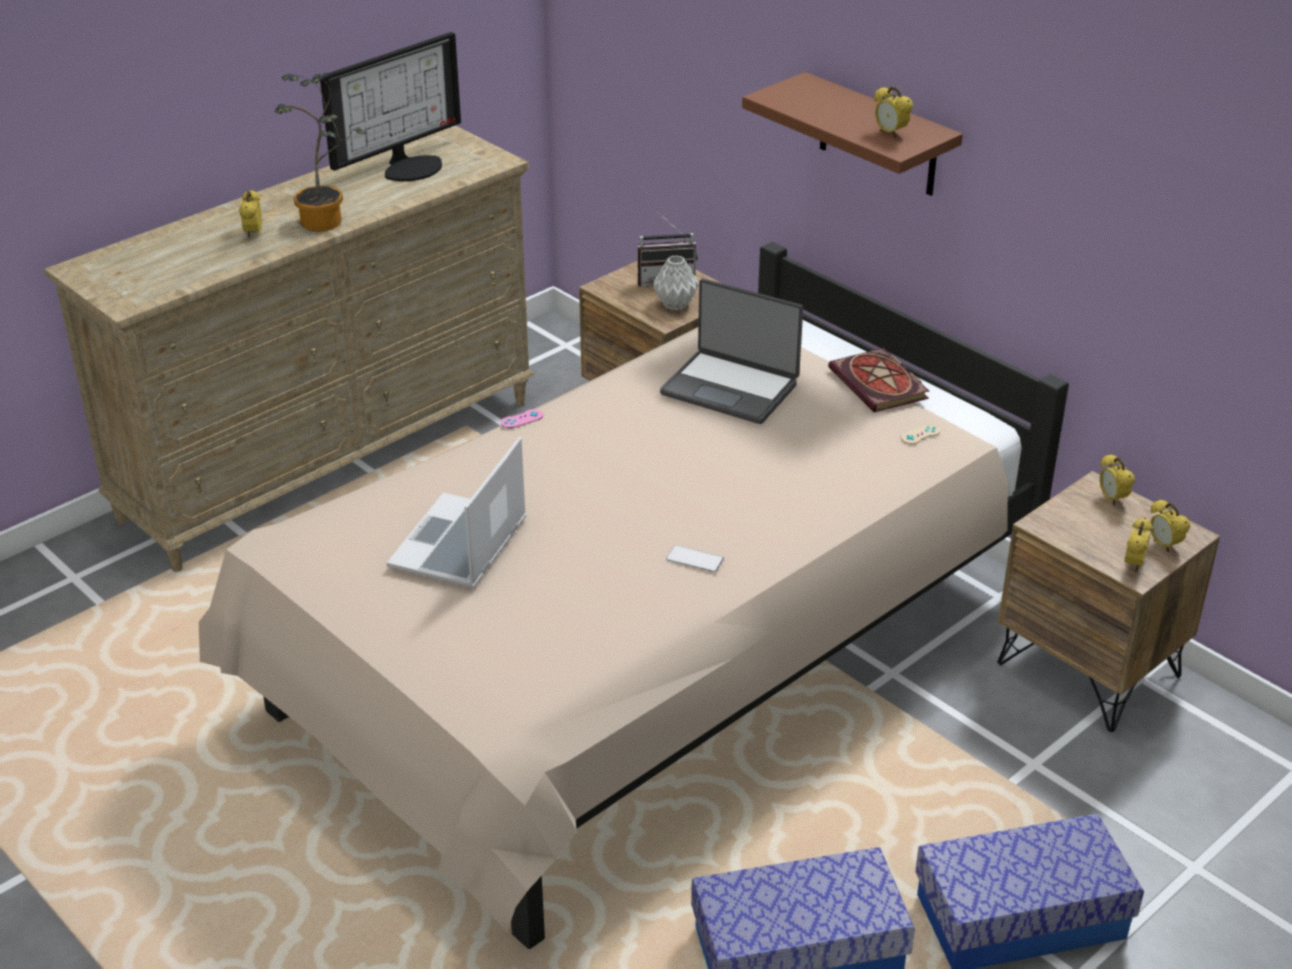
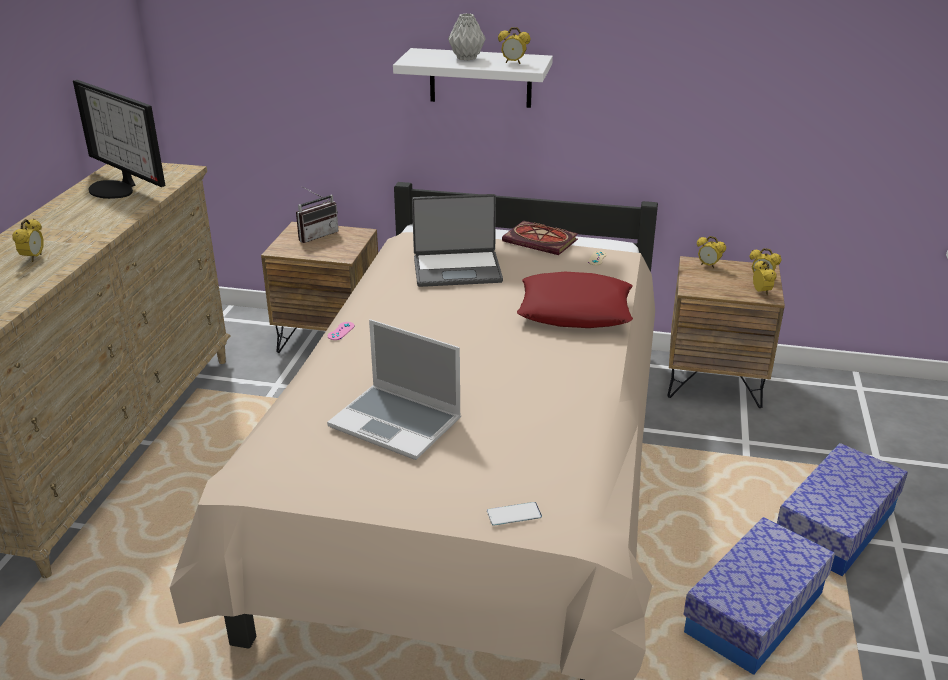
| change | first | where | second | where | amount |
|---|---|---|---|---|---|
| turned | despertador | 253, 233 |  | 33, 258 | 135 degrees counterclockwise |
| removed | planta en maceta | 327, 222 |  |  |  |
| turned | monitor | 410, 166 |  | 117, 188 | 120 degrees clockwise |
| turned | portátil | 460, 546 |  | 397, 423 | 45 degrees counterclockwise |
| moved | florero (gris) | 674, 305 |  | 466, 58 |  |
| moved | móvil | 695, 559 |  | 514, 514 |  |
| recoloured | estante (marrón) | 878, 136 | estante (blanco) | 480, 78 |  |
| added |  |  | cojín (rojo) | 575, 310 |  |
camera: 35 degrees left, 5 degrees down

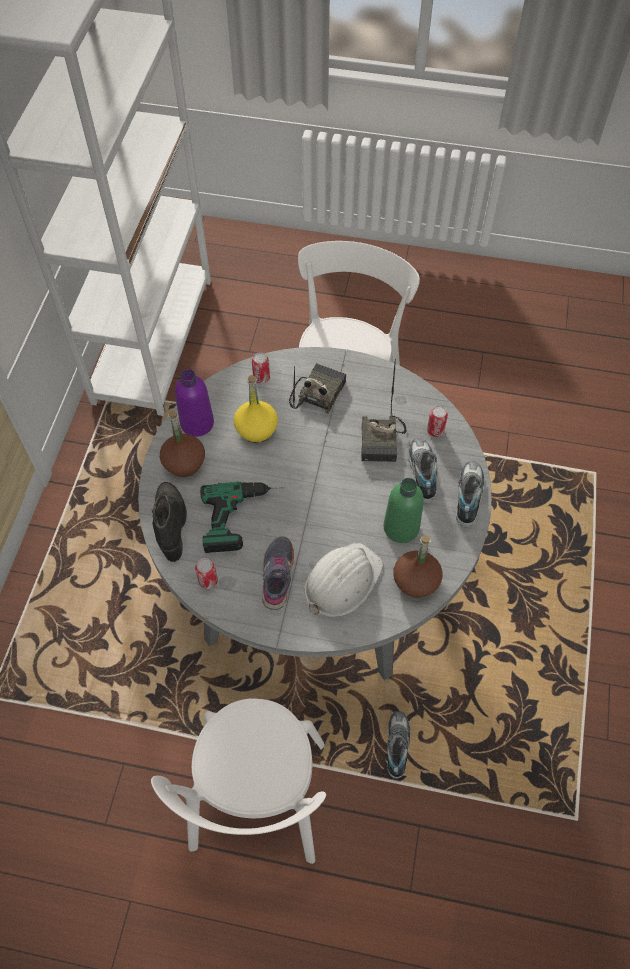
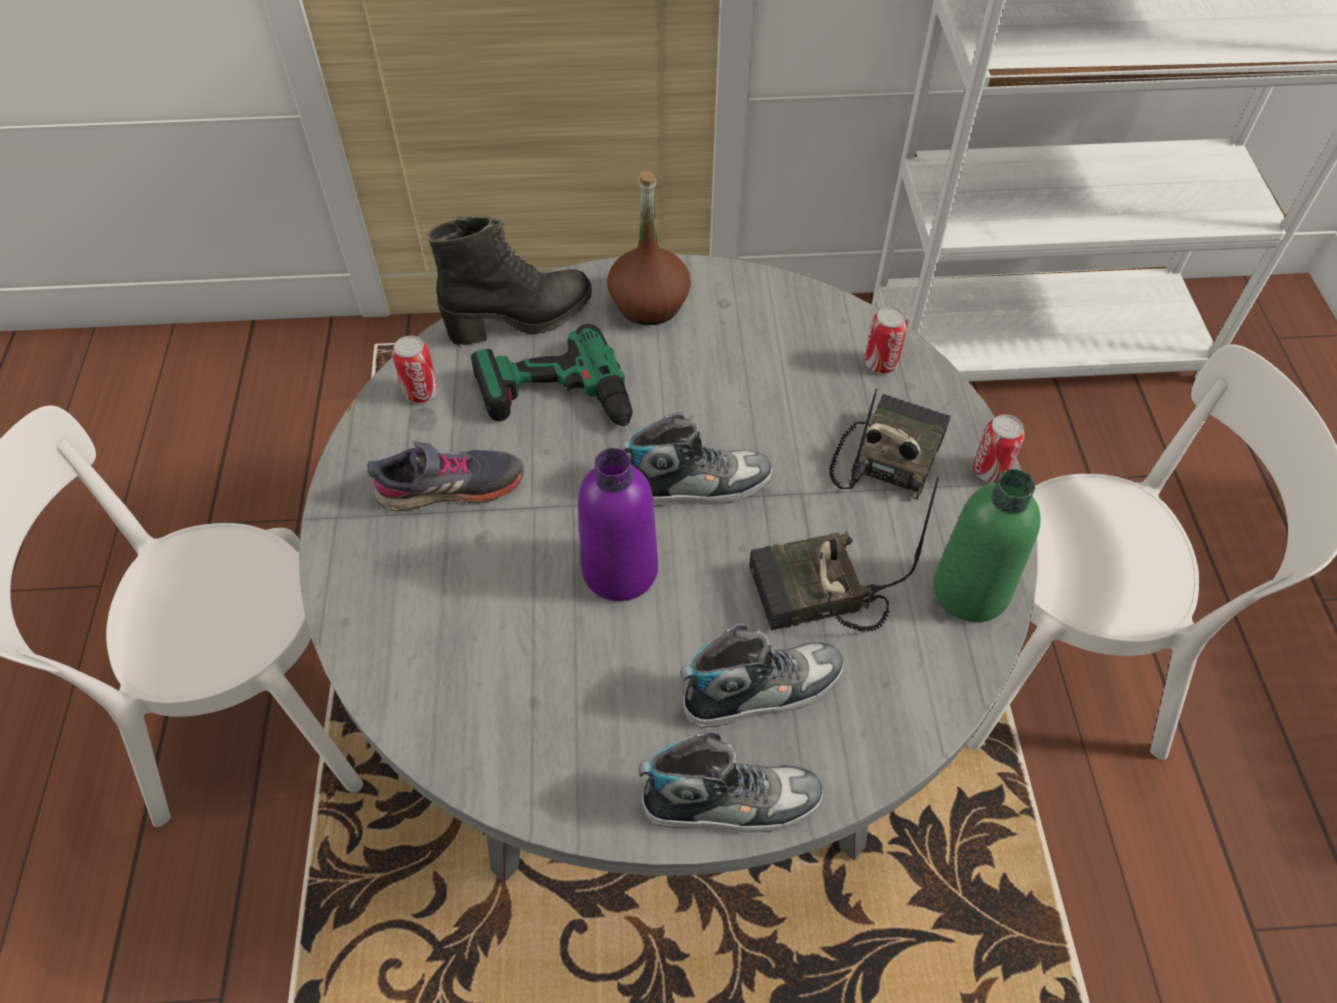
| change | first | where | second | where | amount |
|---|---|---|---|---|---|
| moved | botella (morado) | 197, 423 |  | 620, 570 |  |
| removed | botella (amarillo) | 256, 429 |  |  |  |
| turned | radio | 317, 393 |  | 887, 456 | 75 degrees counterclockwise |
| removed | casco (blanco) | 341, 581 |  |  |  |
| moved | botella (verde) | 401, 527 |  | 970, 590 |  |
| moved | zapato | 397, 745 |  | 697, 484 |  |
| removed | botella (marrón) | 416, 580 |  |  |  |
| moved | lata | 435, 430 |  | 990, 471 |  |
camera: 75 degrees right, 5 degrees down

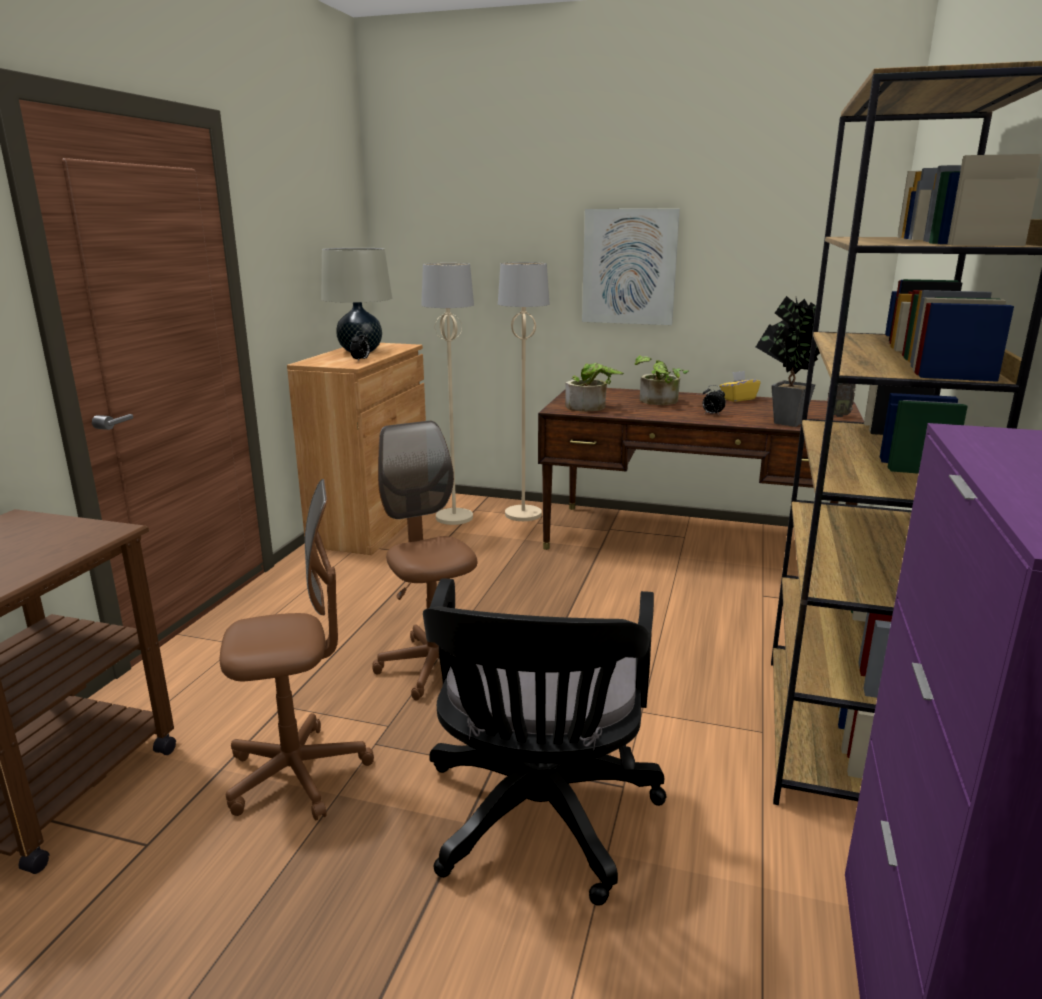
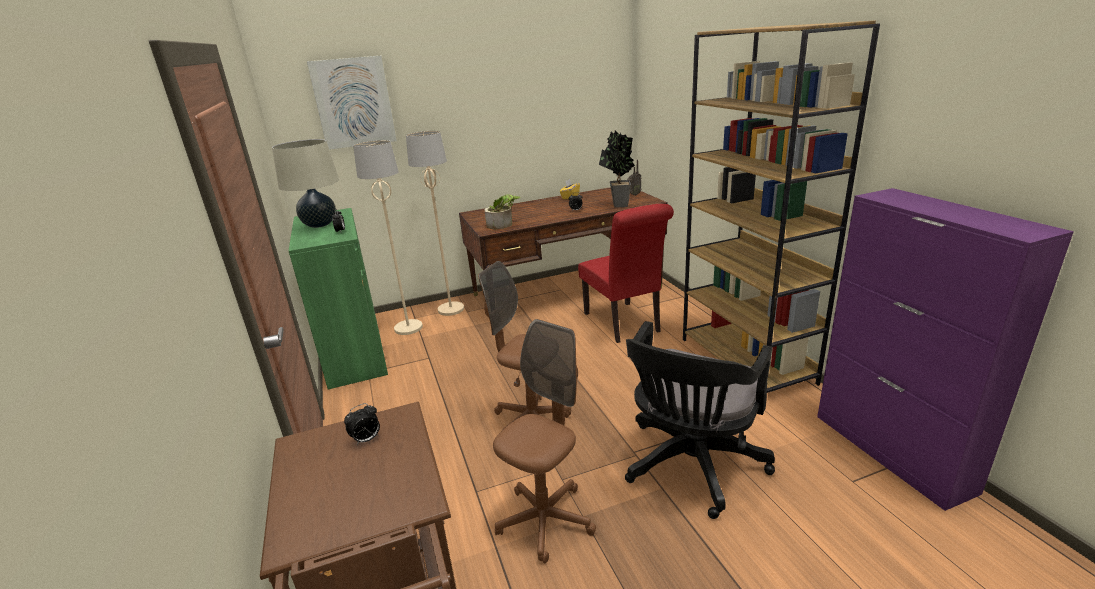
| change | first | where | second | where | amount |
|---|---|---|---|---|---|
| recoloured | armario (marrón) | 371, 524 | armario (verde) | 355, 354 |  |
| turned | silla de oficina (negro) | 538, 822 |  | 691, 467 | 60 degrees clockwise |
| moved | cuadro | 629, 267 |  | 353, 102 |  |
| removed | planta en maceta | 658, 402 |  |  |  |
| added |  |  | despertador | 366, 440 |  |
| added |  |  | silla (rojo) | 624, 324 |  |
camera: 35 degrees left, 5 degrees up

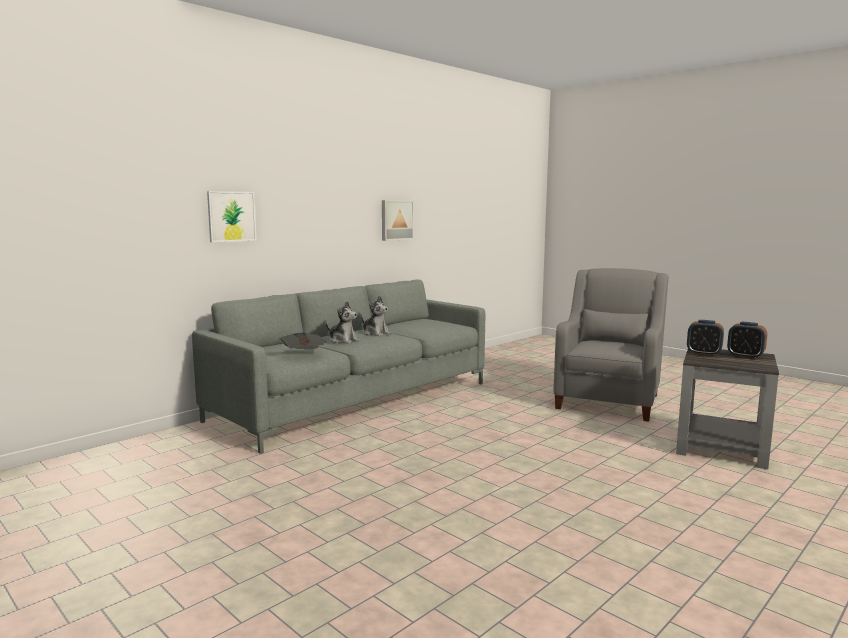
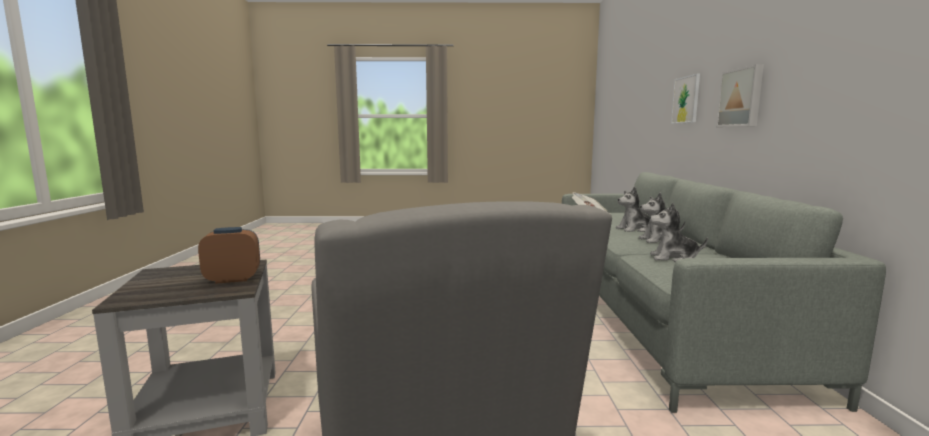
| change | first | where | second | where | amount |
|---|---|---|---|---|---|
| moved | cuadro | 396, 220 |  | 741, 97 |  |
| removed | despertador | 745, 356 |  |  |  |
| added |  |  | peluche | 673, 258 |  |
camera: 135 degrees right, 0 degrees up

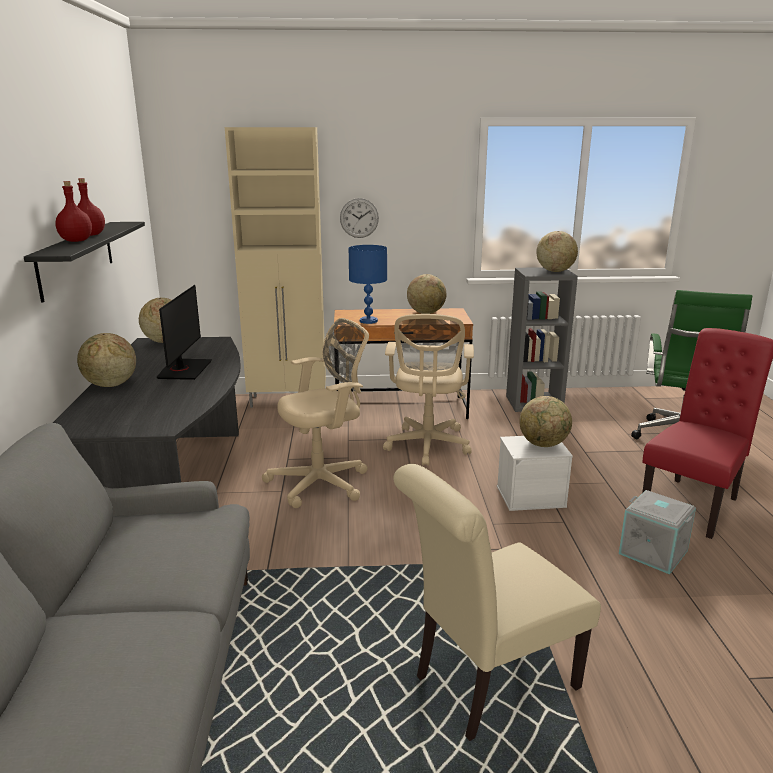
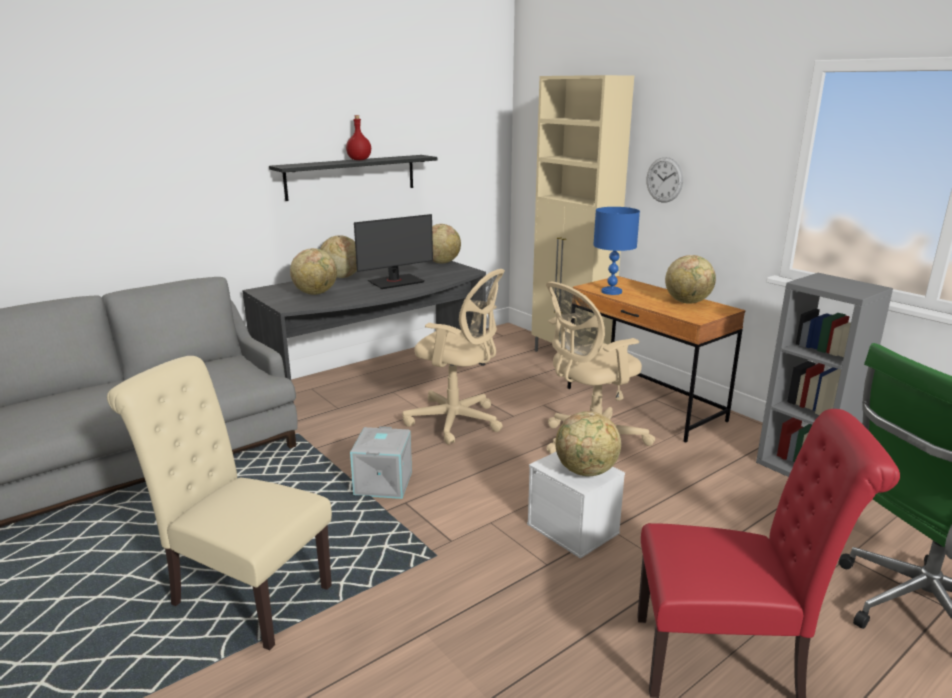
| change | first | where | second | where | amount |
|---|---|---|---|---|---|
| removed | botella (rojo) | 77, 241 |  |  |  |
| moved | globo terráqueo | 555, 271 |  | 315, 293 |  |
| moved | caja de almacenaje (gris) | 654, 552 |  | 384, 484 |  |
camera: 55 degrees right, 0 degrees up

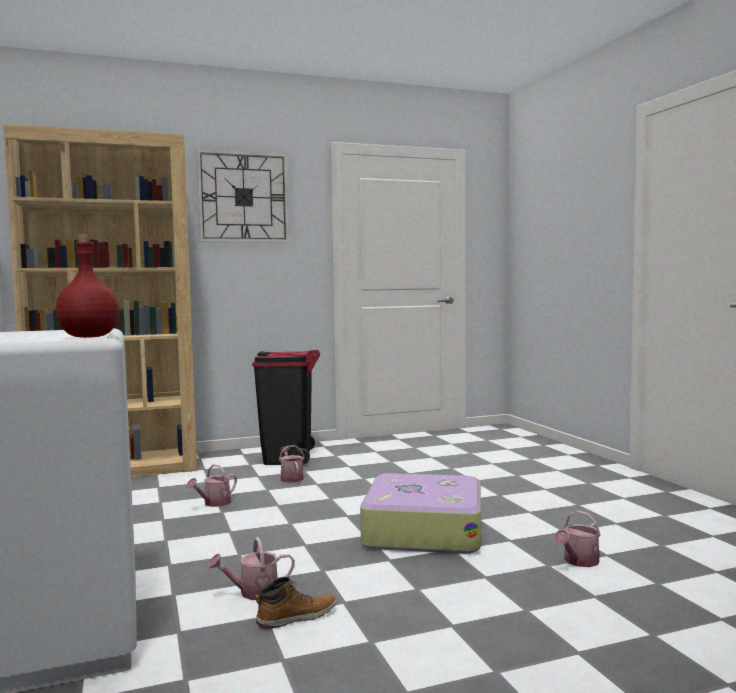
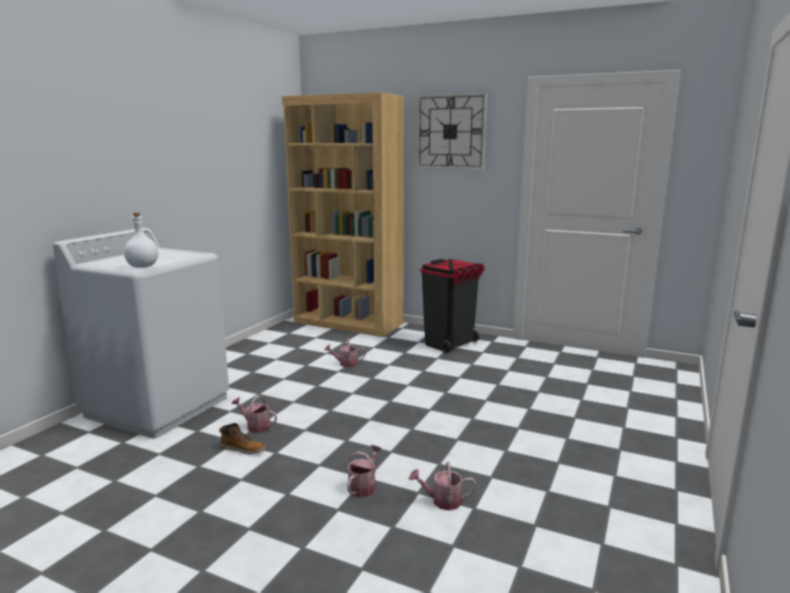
| change | first | where | second | where | amount |
|---|---|---|---|---|---|
| recoloured | botella (rojo) | 89, 337 | botella (blanco) | 142, 267 |  |
| moved | regadera | 291, 478 |  | 363, 486 |  |
| removed | maleta | 422, 530 |  |  |  |
camera: 45 degrees right, 10 degrees up

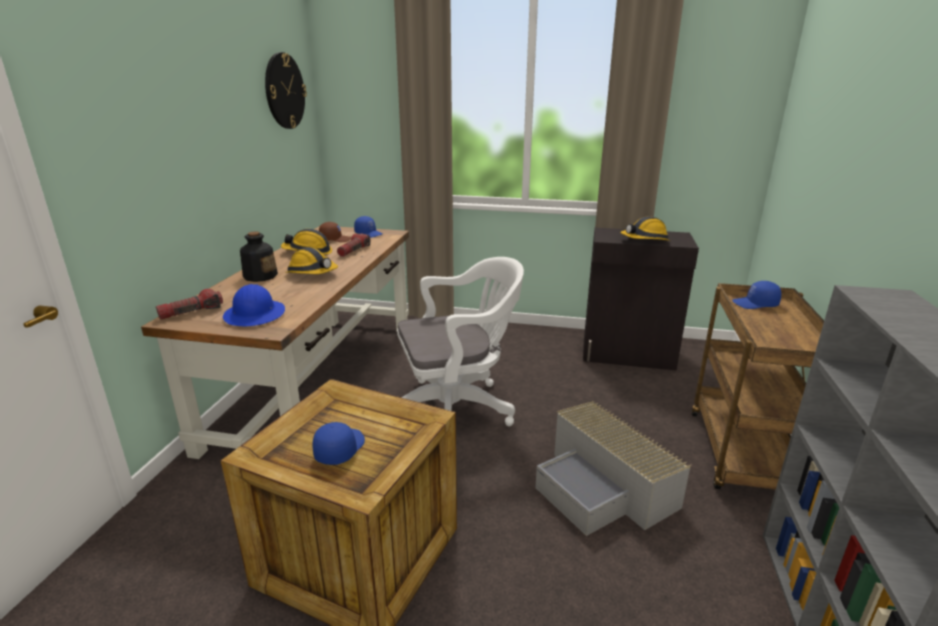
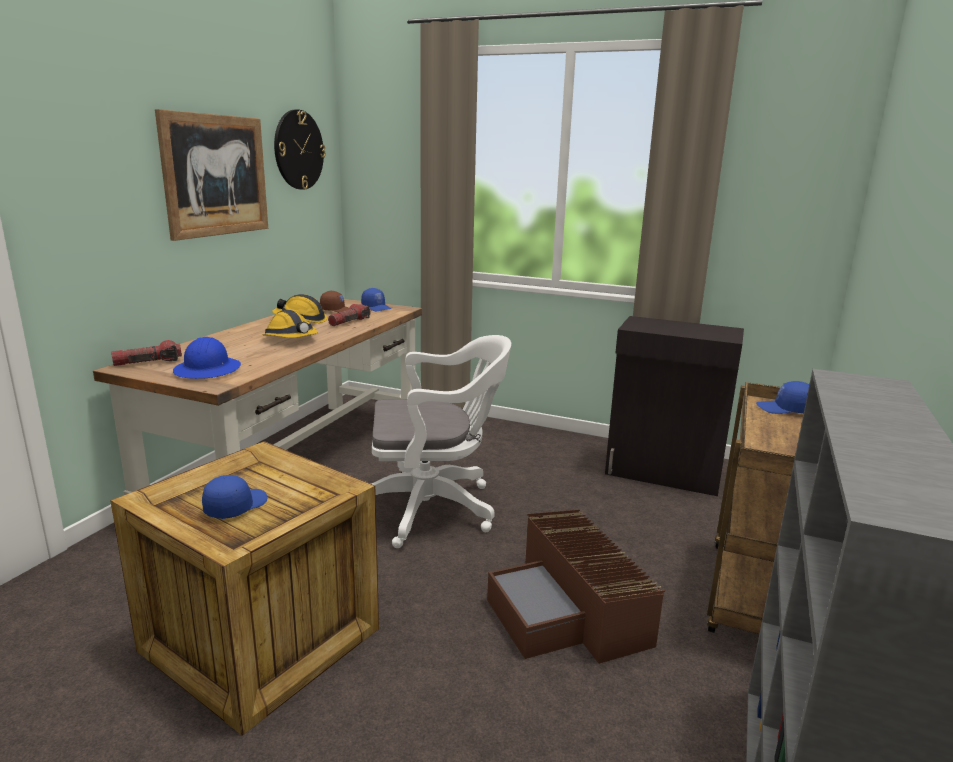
| change | first | where | second | where | amount |
|---|---|---|---|---|---|
| removed | botella | 260, 276 |  |  |  |
| recoloured | caja de almacenaje (gris) | 604, 487 | caja de almacenaje (marrón) | 569, 611 |  |
| removed | casco | 645, 240 |  |  |  |
| added |  |  | cuadro | 216, 175 |  |
camera: 10 degrees right, 5 degrees down

